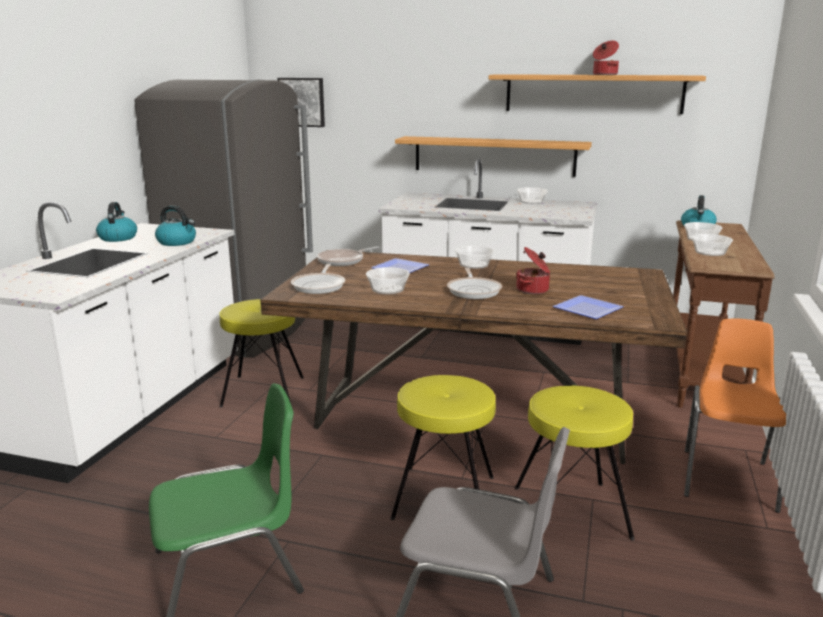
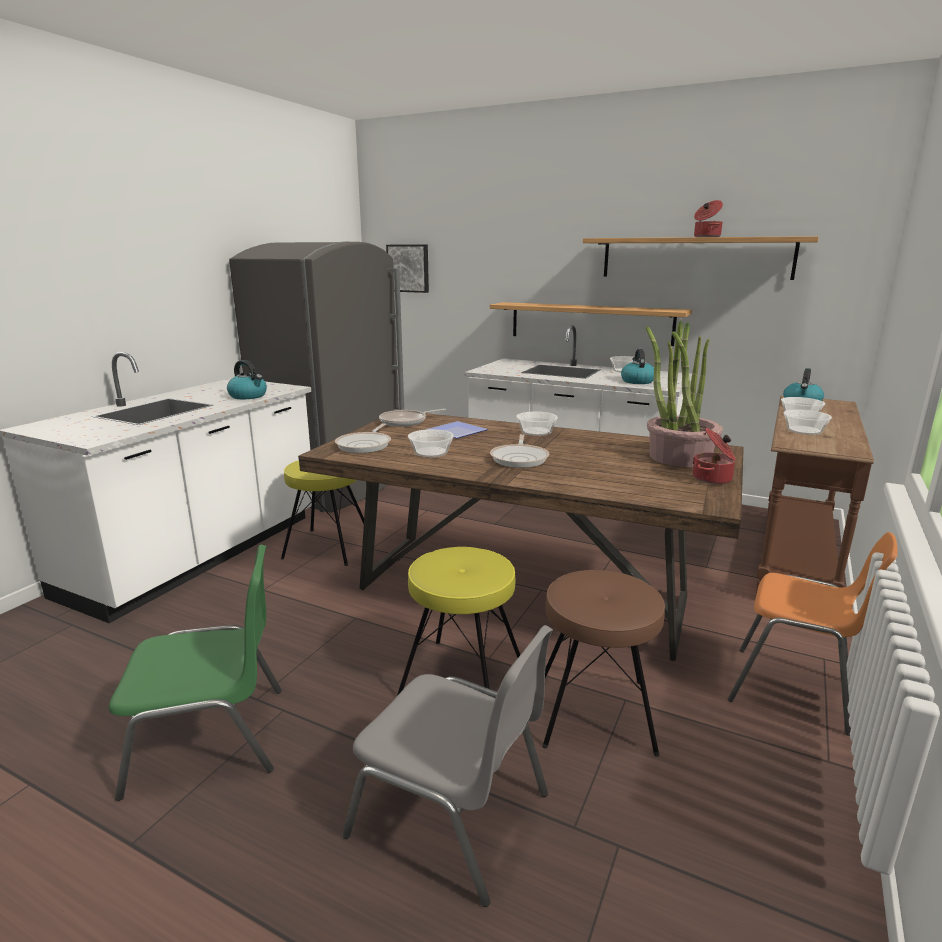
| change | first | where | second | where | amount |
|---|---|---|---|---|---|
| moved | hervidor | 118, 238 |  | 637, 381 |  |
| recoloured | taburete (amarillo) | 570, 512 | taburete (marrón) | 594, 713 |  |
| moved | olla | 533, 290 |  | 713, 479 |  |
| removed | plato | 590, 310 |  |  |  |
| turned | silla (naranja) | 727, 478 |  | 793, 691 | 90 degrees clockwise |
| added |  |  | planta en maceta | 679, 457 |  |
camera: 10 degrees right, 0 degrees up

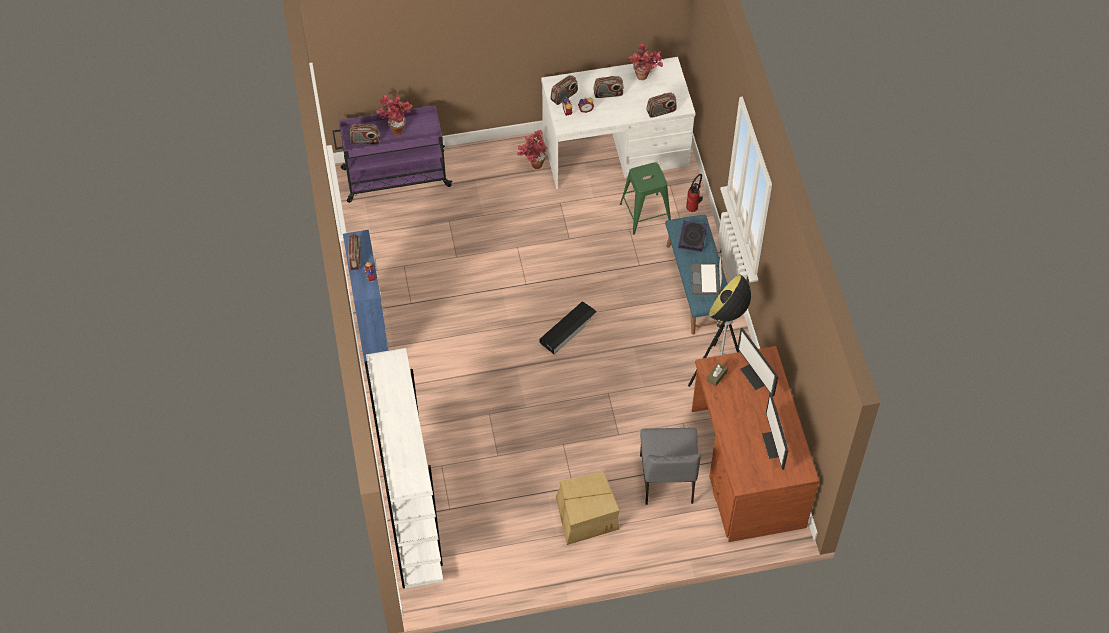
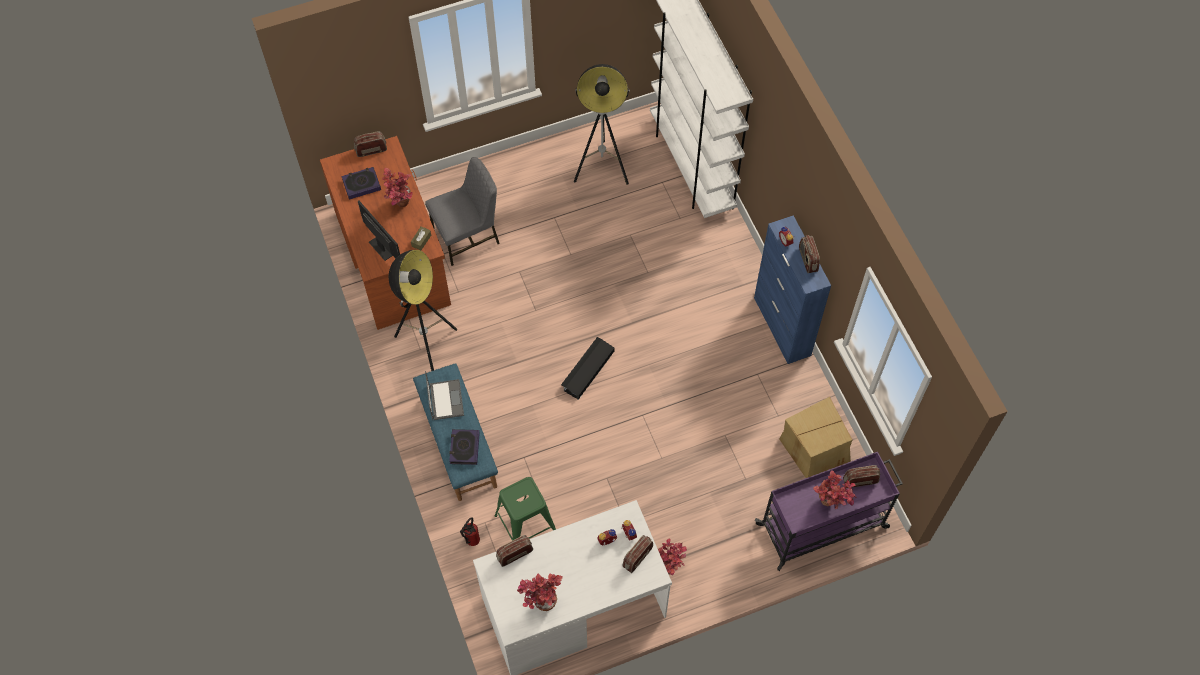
| change | first | where | second | where | amount |
|---|---|---|---|---|---|
| moved | caja de cartón | 585, 515 |  | 815, 447 |  |
| moved | radio | 608, 94 |  | 371, 150 |  |
| turned | silla (gris) | 667, 480 |  | 467, 236 | 75 degrees clockwise |
| replaced | monitor | 774, 445 | libro | 361, 184 |  |
| added |  |  | planta en maceta | 400, 206 |  |
| added |  |  | lámpara de pie | 602, 167 |  |
camera: 170 degrees right, 5 degrees up

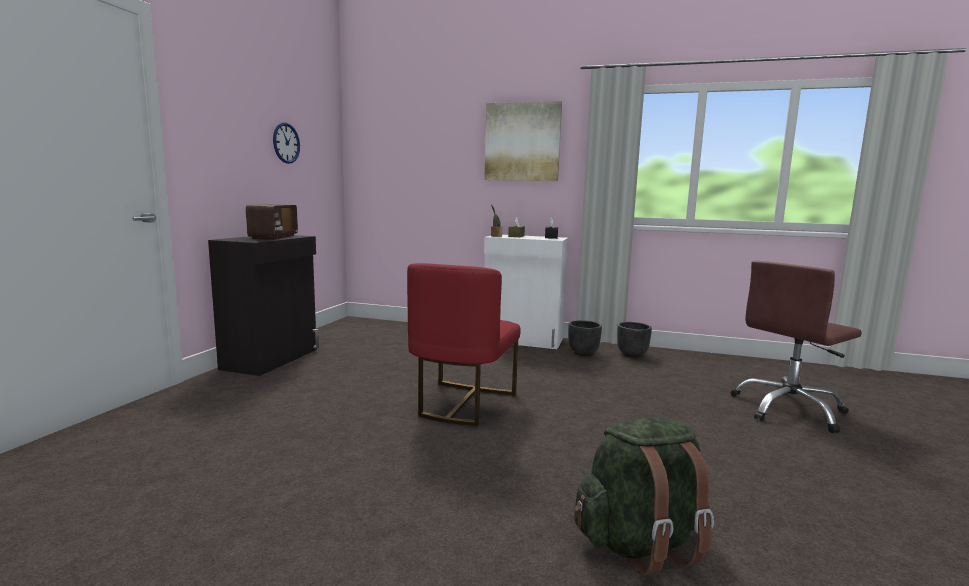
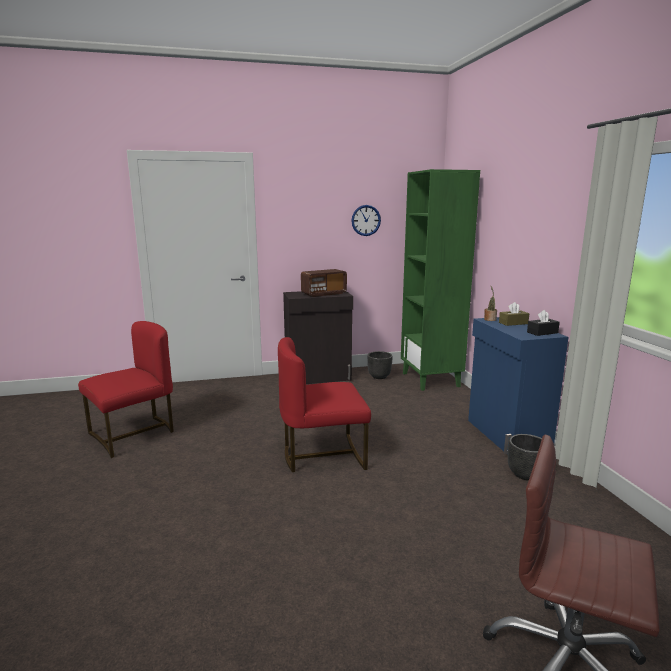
| change | first | where | second | where | amount |
|---|---|---|---|---|---|
| removed | cuadro | 522, 142 |  |  |  |
| recoloured | armario (blanco) | 523, 340 | armario (azul) | 506, 436 |  |
| removed | mochila (verde) | 640, 543 |  |  |  |
| moved | maceta (negro) | 632, 354 |  | 379, 376 |  |
| added |  |  | silla (rojo) | 133, 434 |  |
| added |  |  | estantería (verde) | 431, 380 |  |
camera: 60 degrees right, 5 degrees up

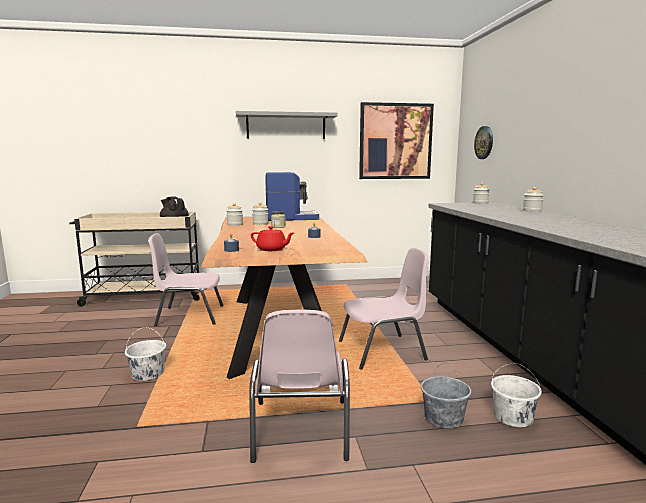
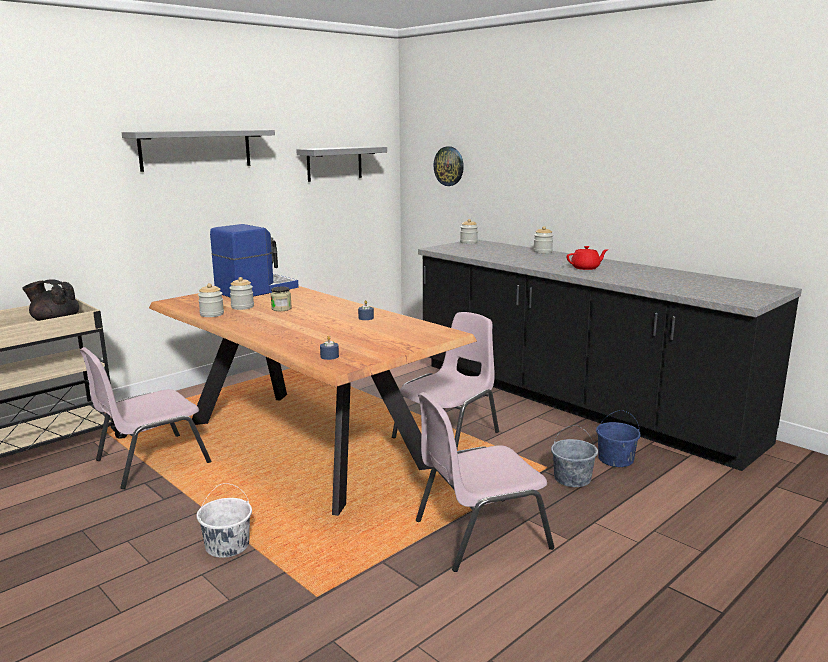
| change | first | where | second | where | amount |
|---|---|---|---|---|---|
| turned | silla (rosa) | 300, 431 |  | 479, 534 | 105 degrees clockwise |
| moved | tetera (rojo) | 272, 249 |  | 586, 268 |  |
| replaced | cuadro | 395, 141 | estante (gris) | 334, 163 |  |
| recoloured | cubo (blanco) | 513, 417 | cubo (azul) | 616, 459 |  |
camera: 35 degrees left, 5 degrees up

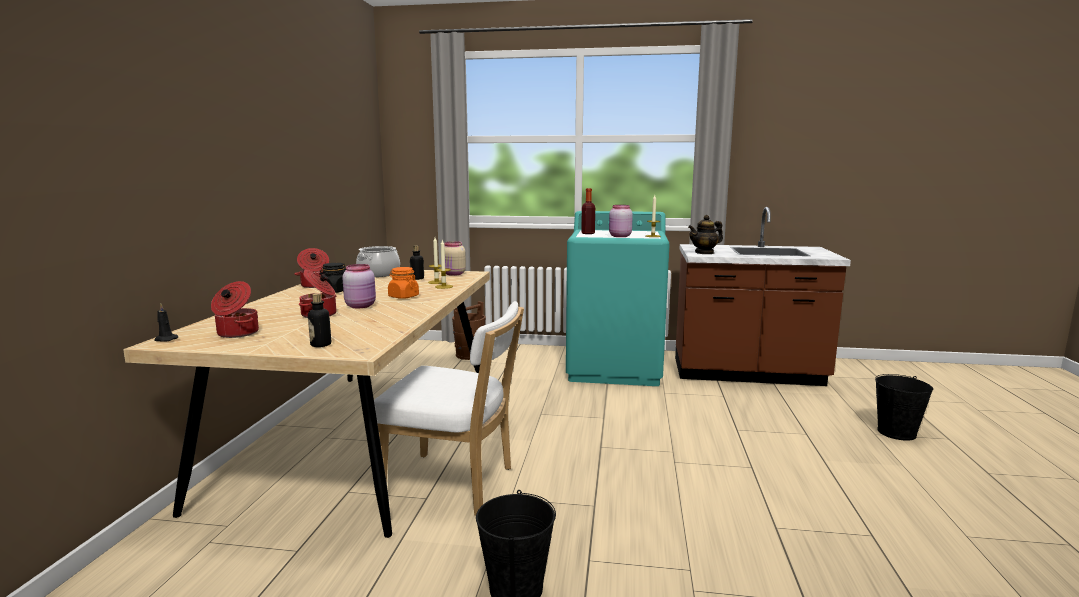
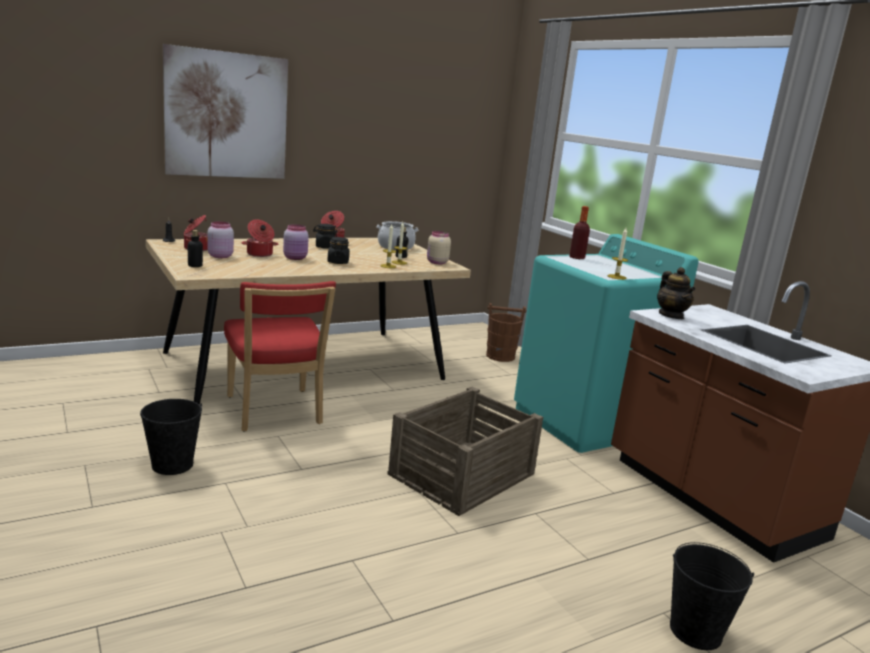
| change | first | where | second | where | amount |
|---|---|---|---|---|---|
| recoloured | silla (blanco) | 455, 485 | silla (rojo) | 275, 412 |  |
| recoloured | tarro (naranja) | 403, 296 | tarro (negro) | 338, 262 |  |
| moved | tarro (rosa) | 619, 236 |  | 219, 256 |  |
| turned | tetera | 704, 253 |  | 671, 315 | 135 degrees counterclockwise |
| added |  |  | cuadro | 227, 115 |  |
| added |  |  | caja de embalaje | 463, 474 |  |
camera: 50 degrees right, 5 degrees up

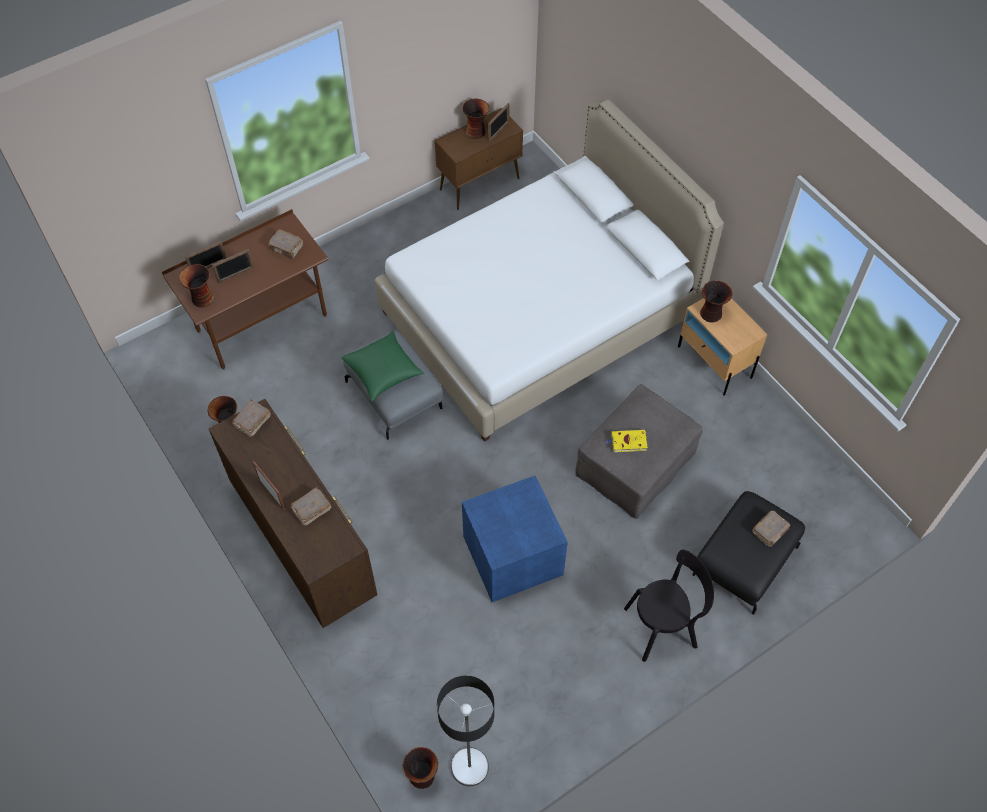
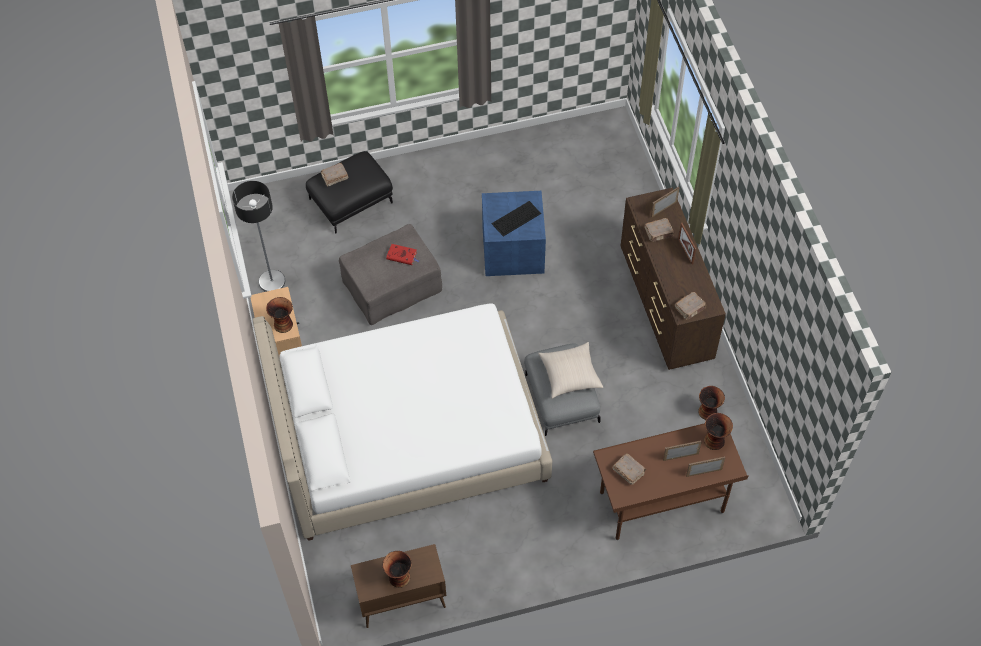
| change | first | where | second | where | amount |
|---|---|---|---|---|---|
| recoloured | cojín (verde) | 383, 371 | cojín (beis) | 570, 375 |  |
| removed | florero | 423, 775 |  |  |  |
| moved | lámpara de pie | 470, 767 |  | 272, 281 |  |
| moved | portarretratos | 498, 131 |  | 663, 209 |  |
| recoloured | libro (amarillo) | 627, 442 | libro (rojo) | 402, 256 |  |
| removed | silla (negro) | 664, 626 |  |  |  |
| added |  |  | teclado | 516, 219 |  |
camera: 160 degrees left, 0 degrees up

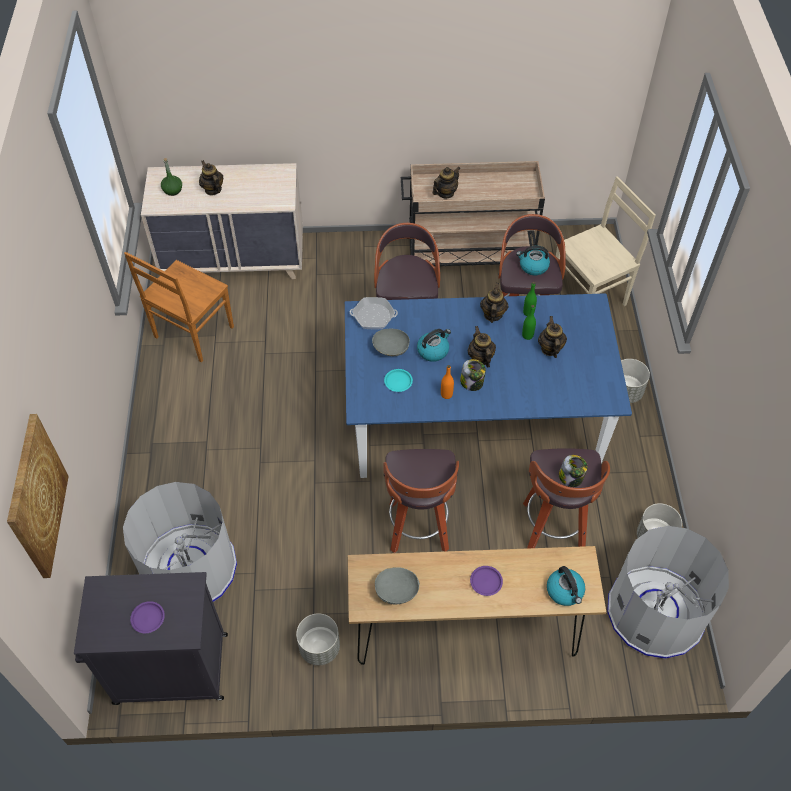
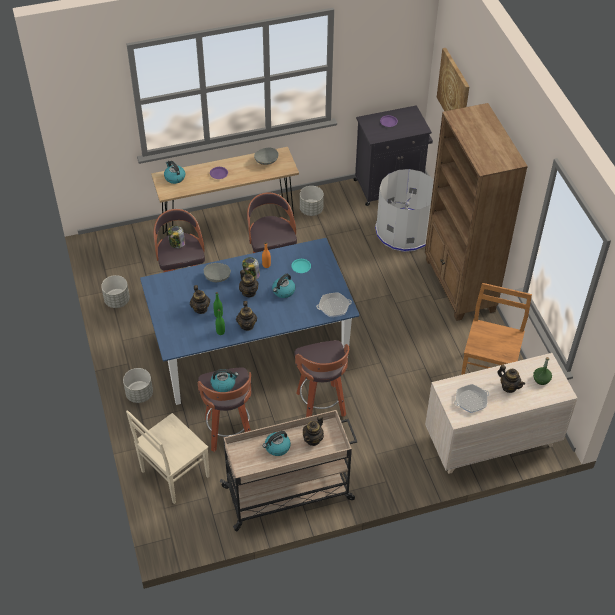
| change | first | where | second | where | amount |
|---|---|---|---|---|---|
| moved | cuenco (gris) | 390, 350 |  | 217, 277 |  |
| removed | papelera (gris) | 655, 612 |  |  |  |
| added |  |  | hervidor | 277, 447 |  |
| added |  |  | estantería (marrón) | 459, 286 |  |
| added |  |  | sartén | 471, 400 |  |
camera: 165 degrees right, 5 degrees down

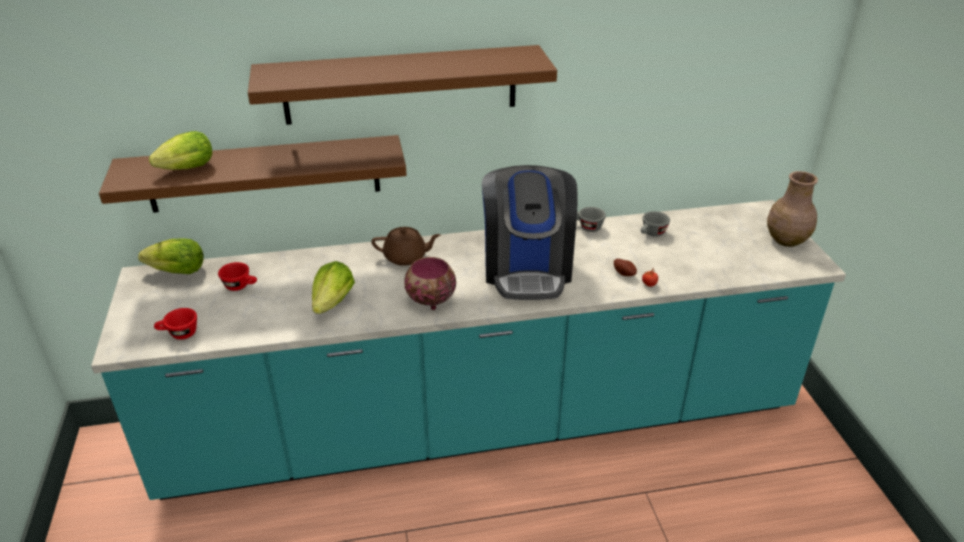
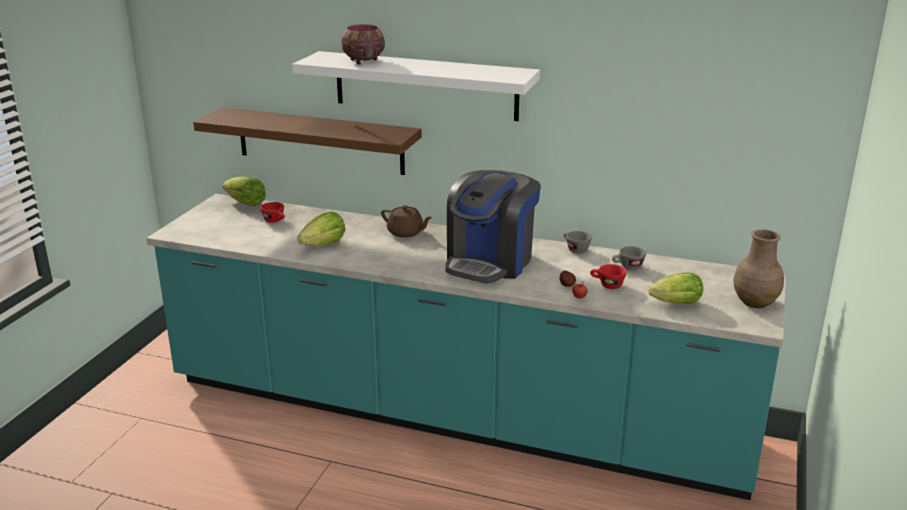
| change | first | where | second | where | amount |
|---|---|---|---|---|---|
| moved | lechuga | 184, 170 |  | 673, 304 |  |
| moved | taza (rojo) | 179, 334 |  | 607, 285 |  |
| recoloured | estante (marrón) | 401, 85 | estante (blanco) | 425, 86 |  |
| moved | cuenco | 429, 300 |  | 362, 61 |  |
camera: 30 degrees right, 10 degrees down

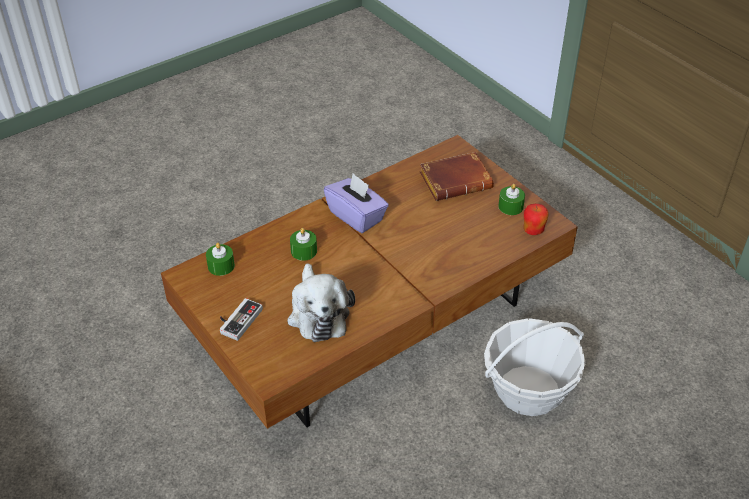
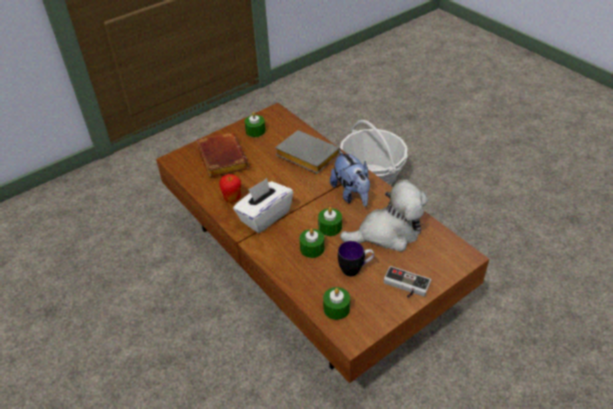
| change | first | where | second | where | amount |
|---|---|---|---|---|---|
| recoloured | caja de pañuelos (morado) | 356, 216 | caja de pañuelos (blanco) | 264, 216 |  |
| moved | manzana | 533, 231 |  | 232, 198 |  |
| added |  |  | libro (gris) | 305, 156 |  |
| added |  |  | vela (verde) | 330, 227 |  |
| added |  |  | peluche | 351, 194 |  |
| added |  |  | taza grande | 355, 269 |  |
camera: 90 degrees left, 0 degrees up

